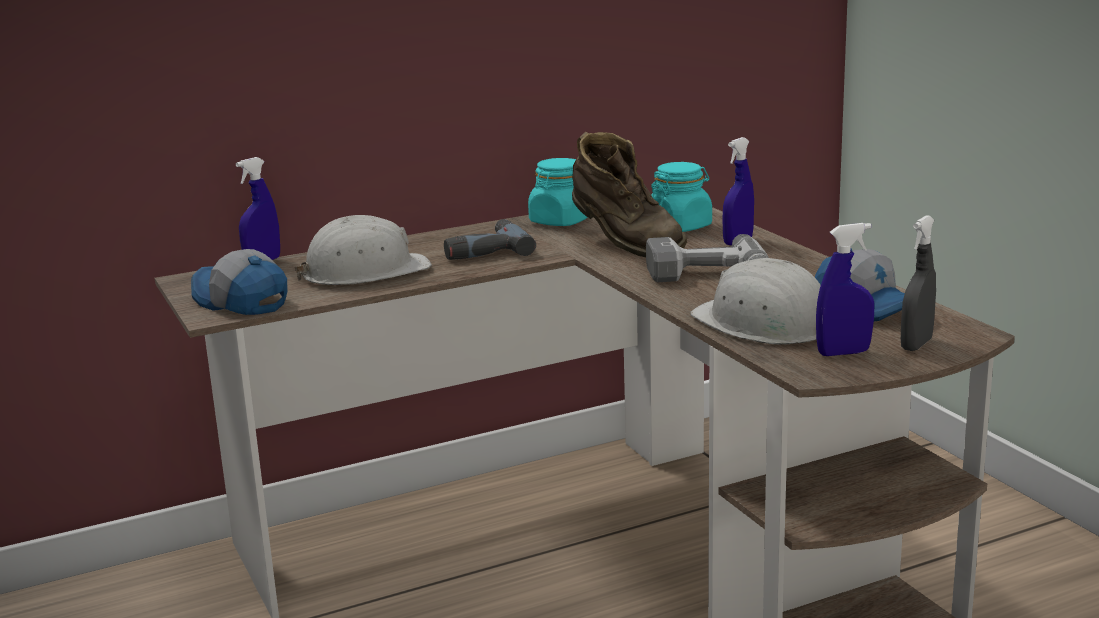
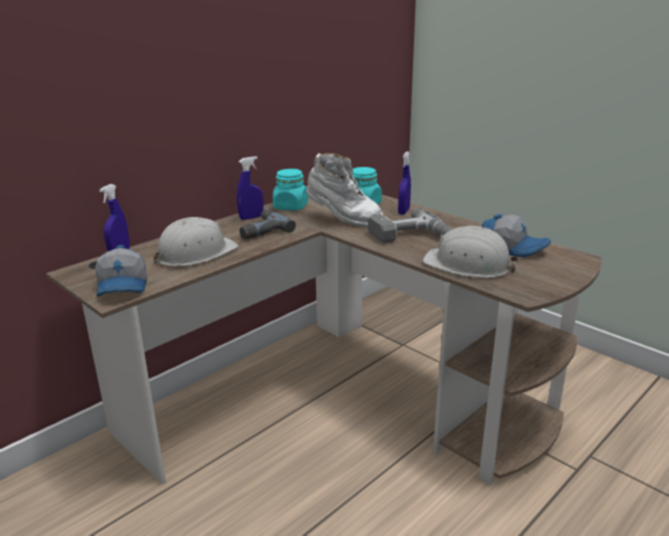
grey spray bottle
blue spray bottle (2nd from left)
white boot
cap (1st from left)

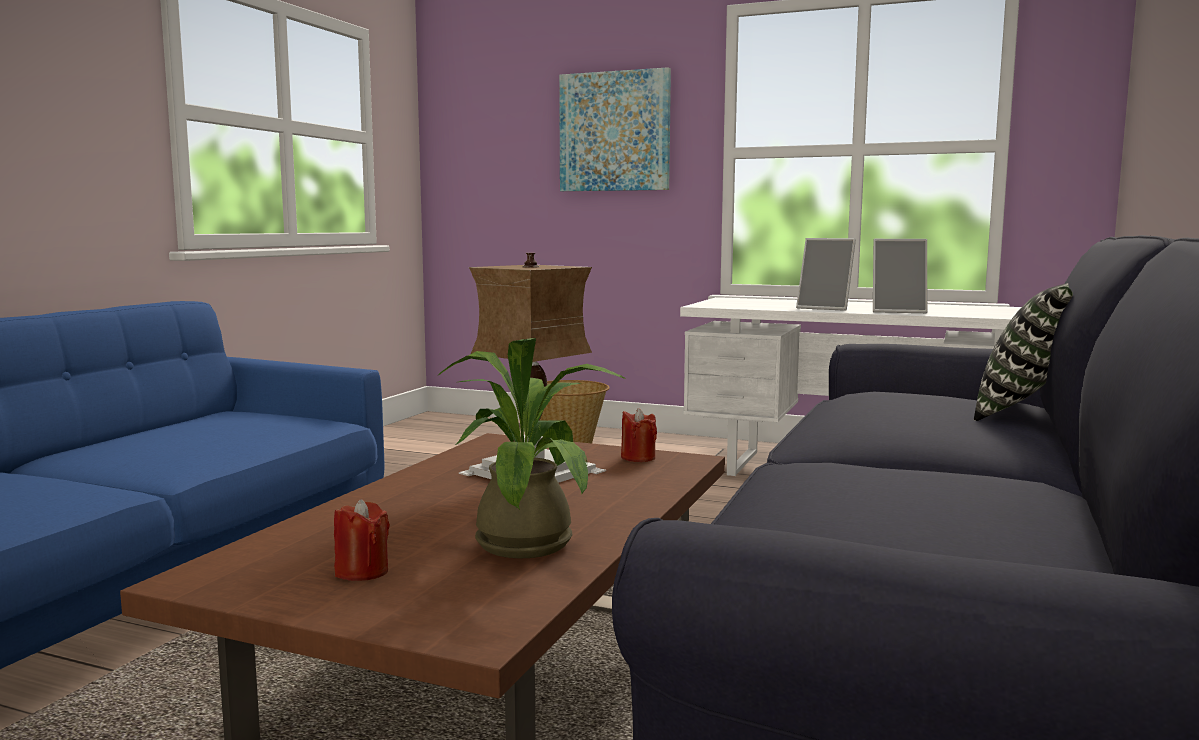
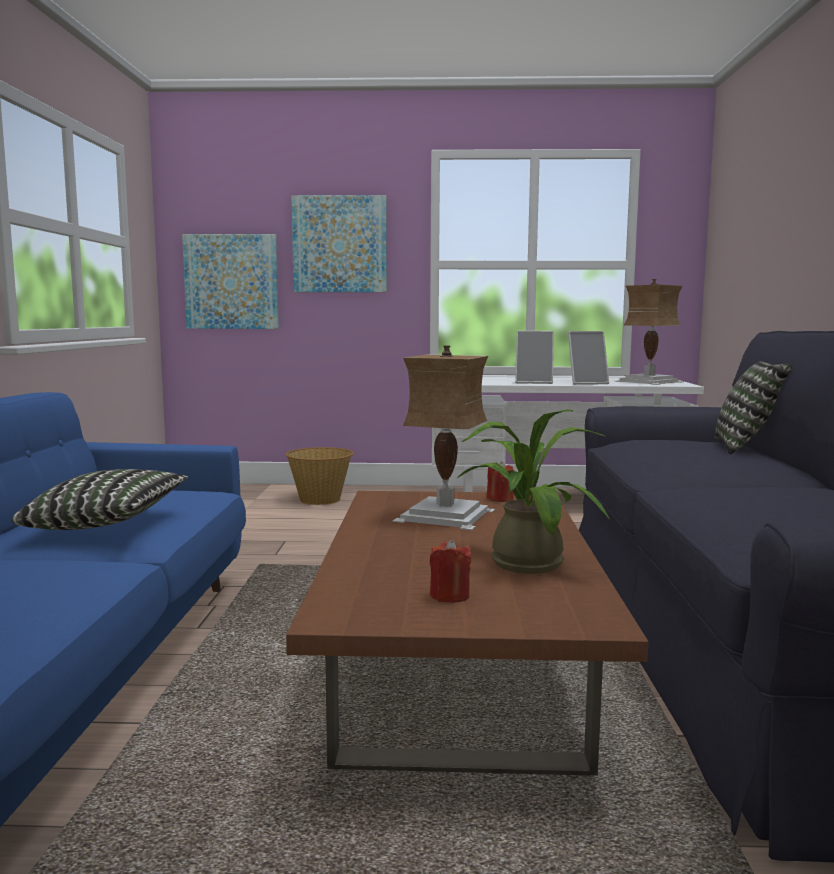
pillow (1st from left)
picture (1st from left)
table lamp (2nd from left)

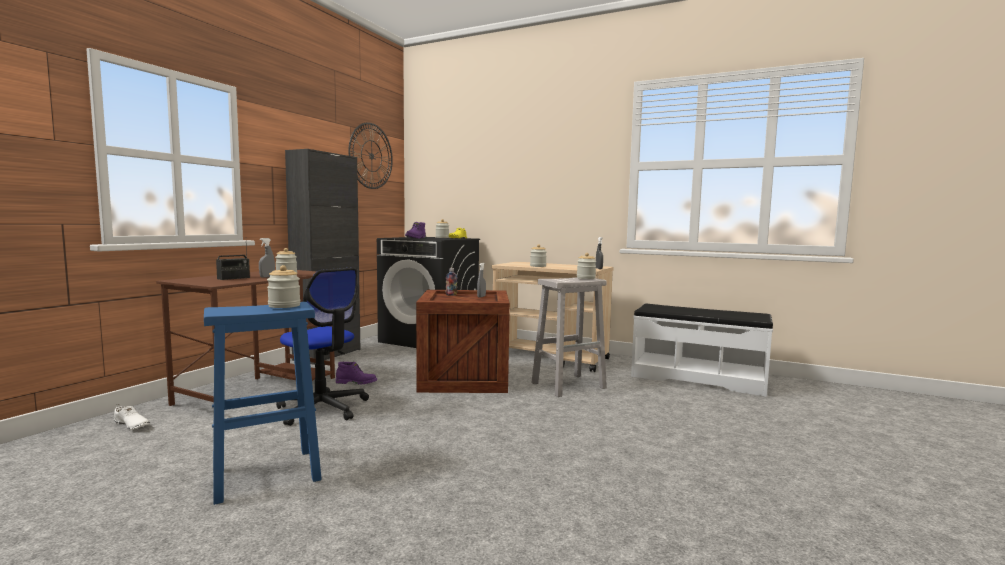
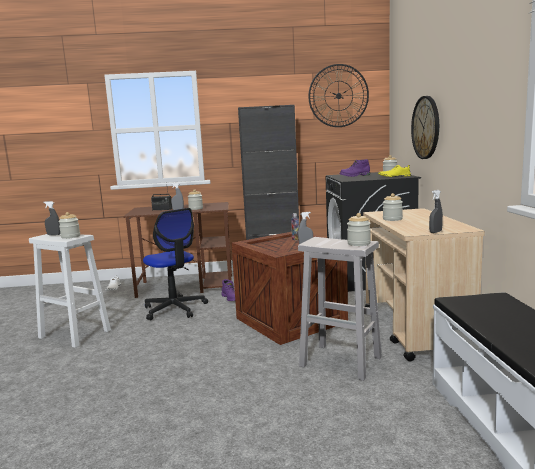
grey spray bottle (1st from left)
wall clock (2nd from left)
white stool (1st from left)
office chair

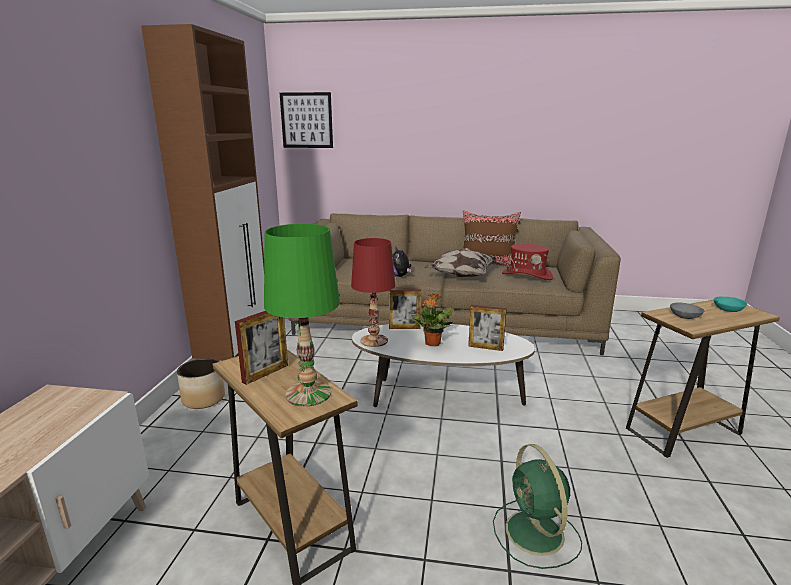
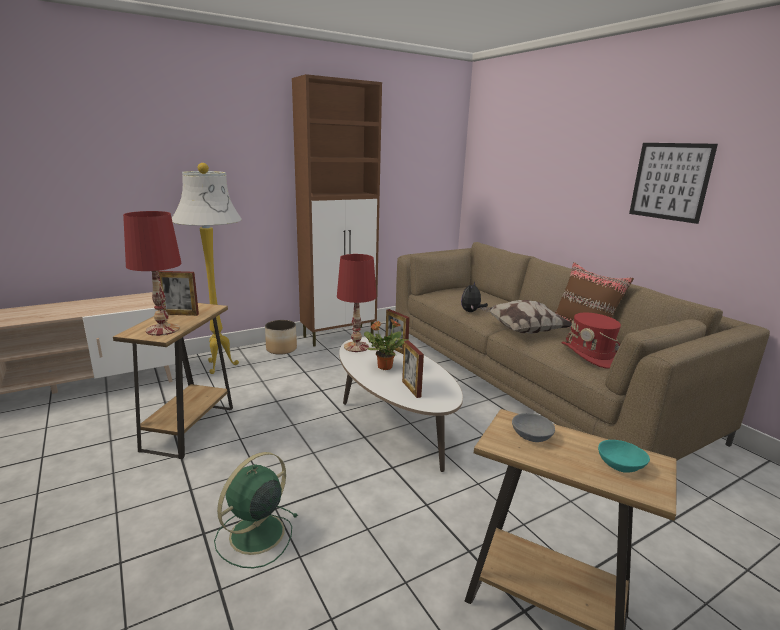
white floor lamp
picture
red table lamp (1st from left)

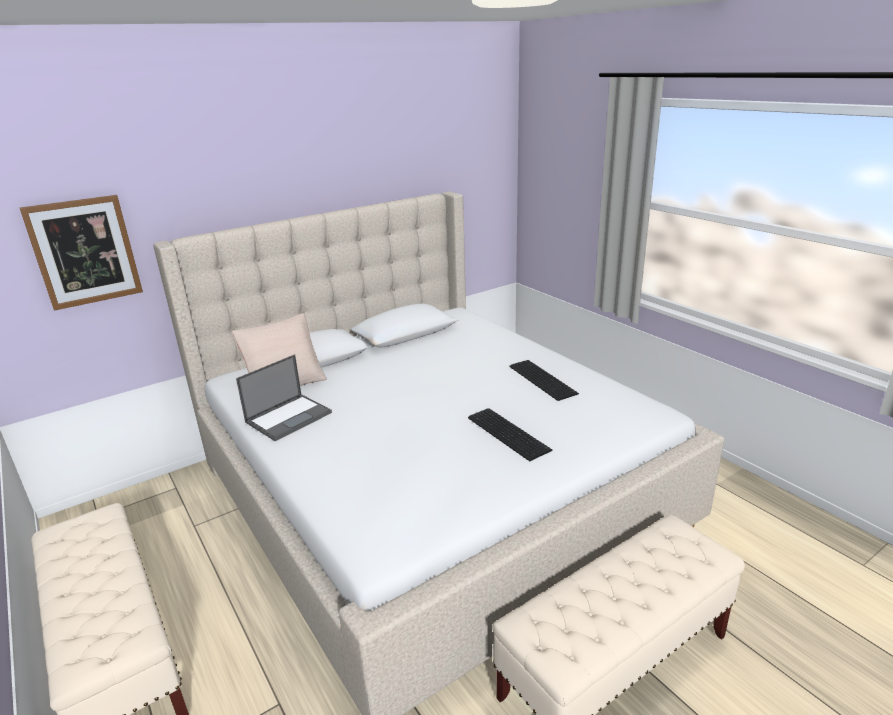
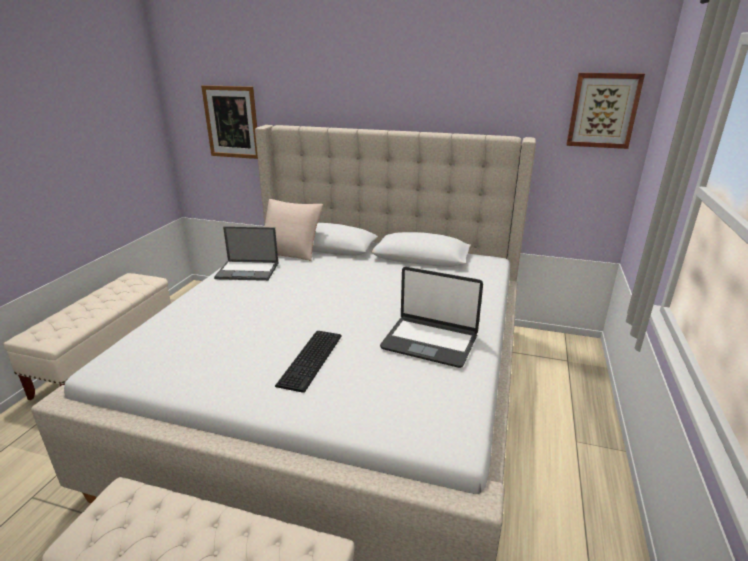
picture (2nd from left)
laptop (2nd from left)

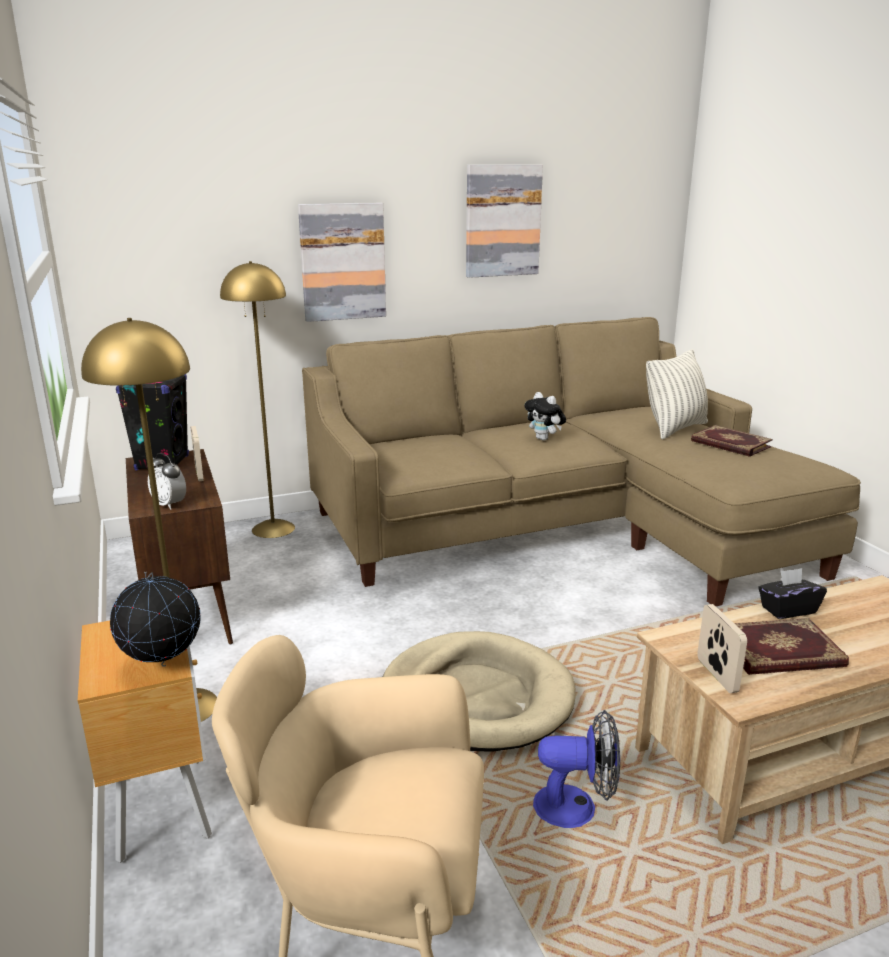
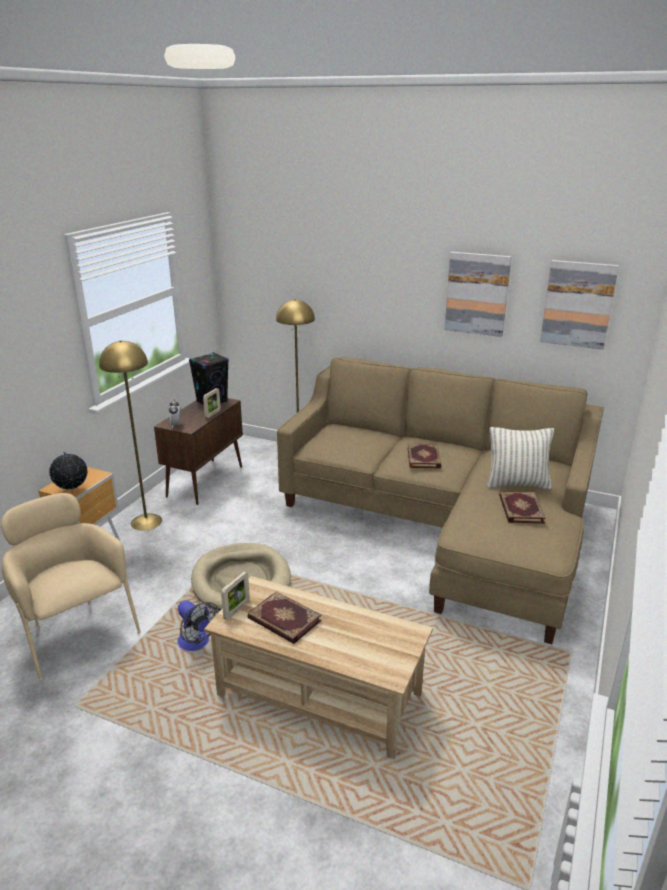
black tissue box
picture (2nd from left)
book (2nd from left)

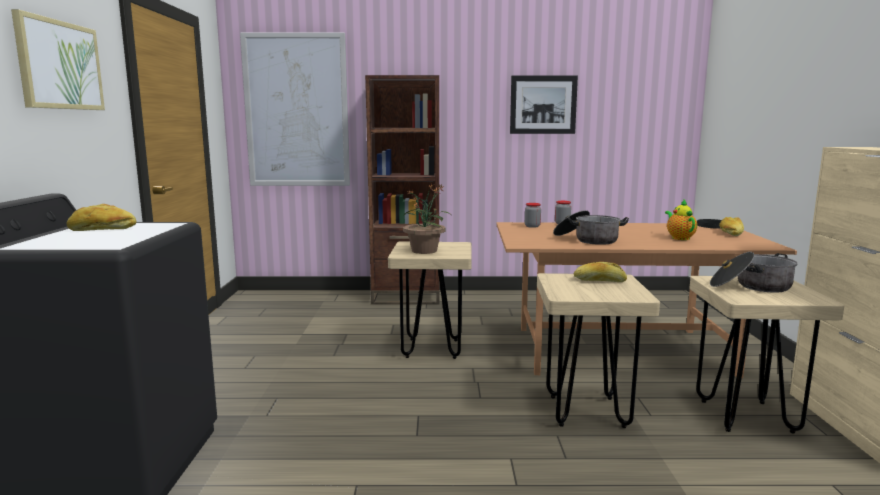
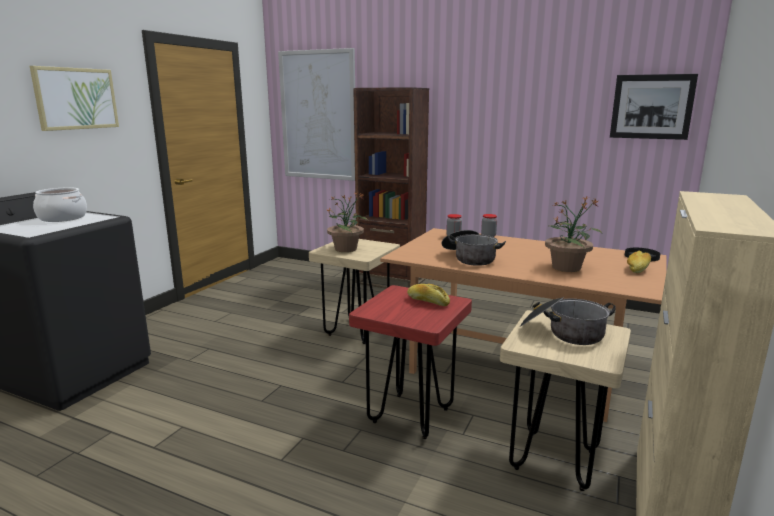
picture (3rd from left)
cooking pot (1st from left)
potted plant (2nd from left)
red stool

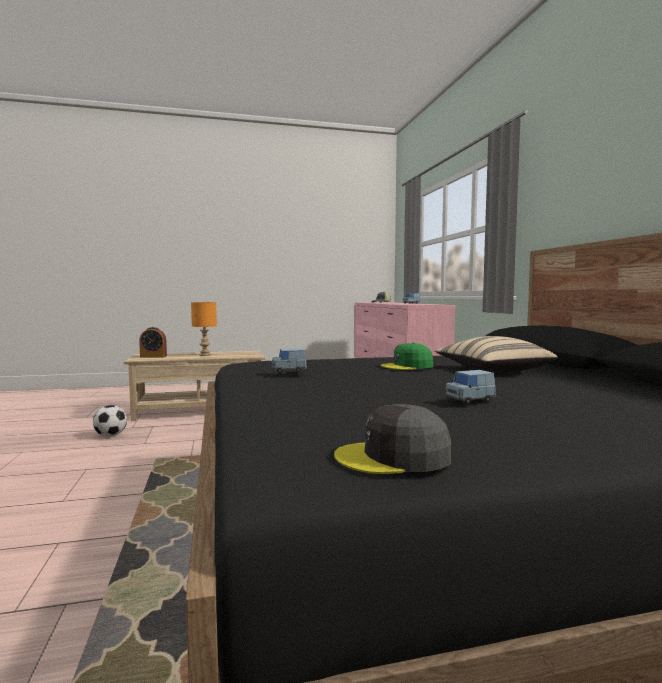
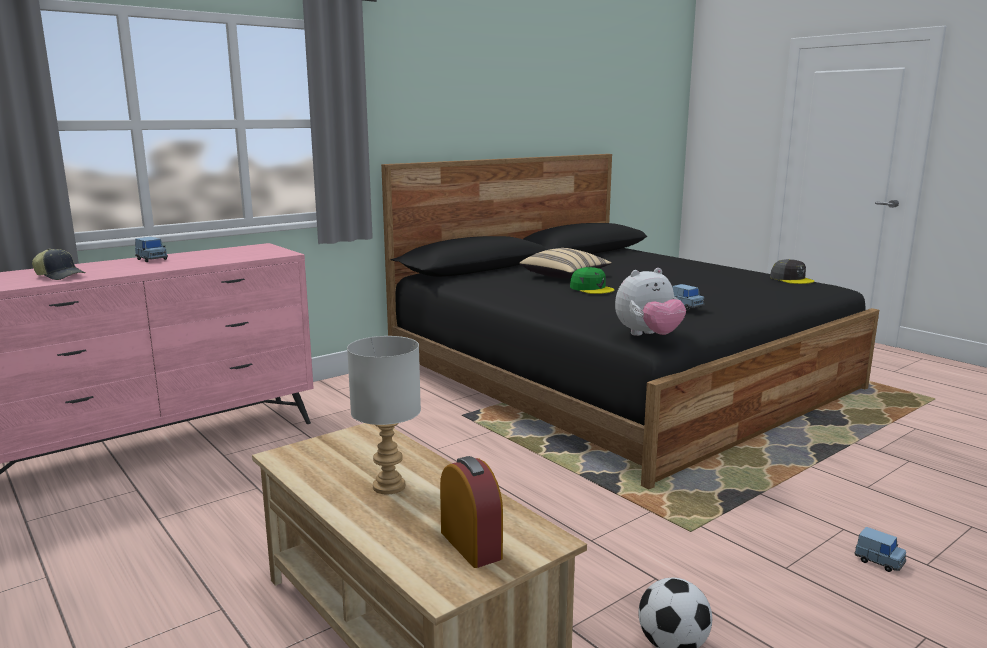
plush toy
blue toy car (3rd from left)
grey table lamp

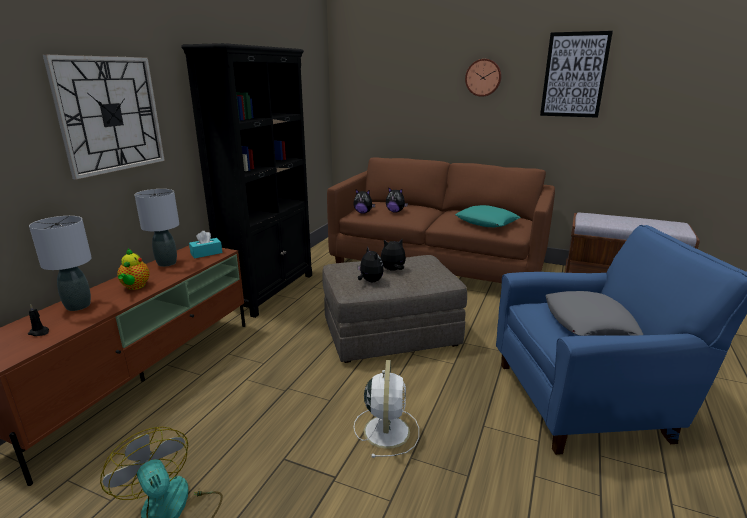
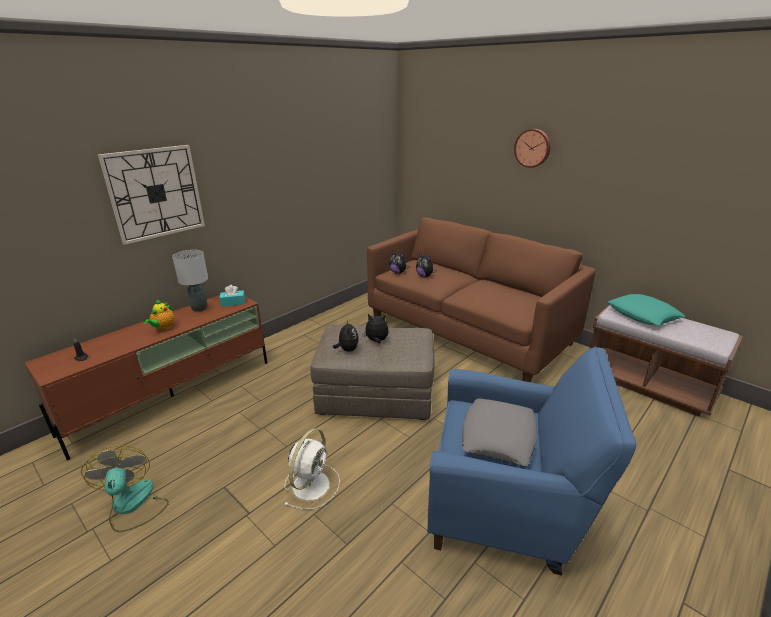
grey table lamp (1st from left in the first image)
black bookcase
picture
turquoise pillow

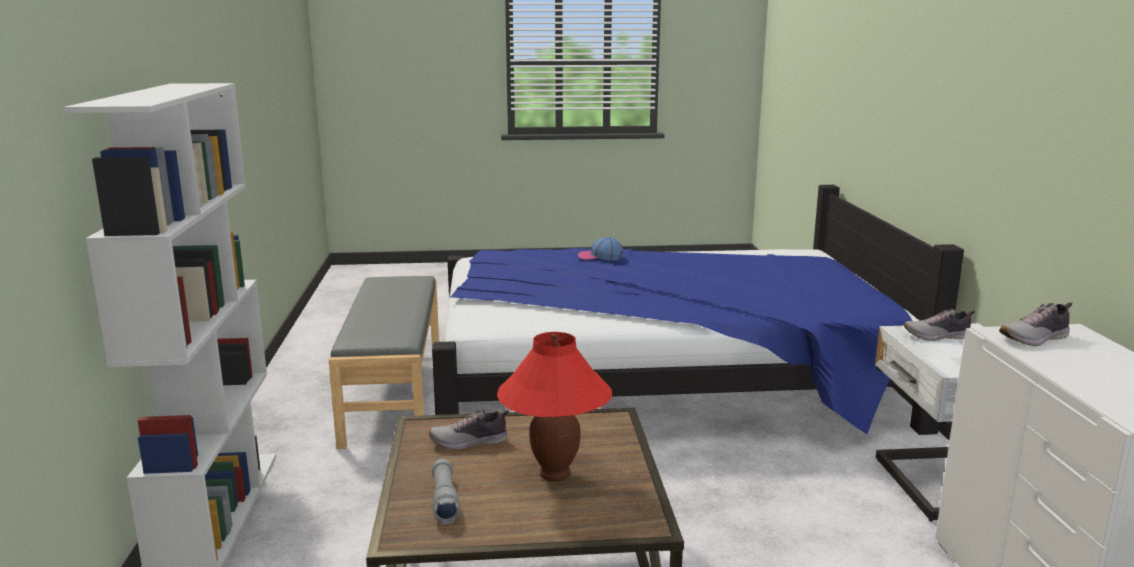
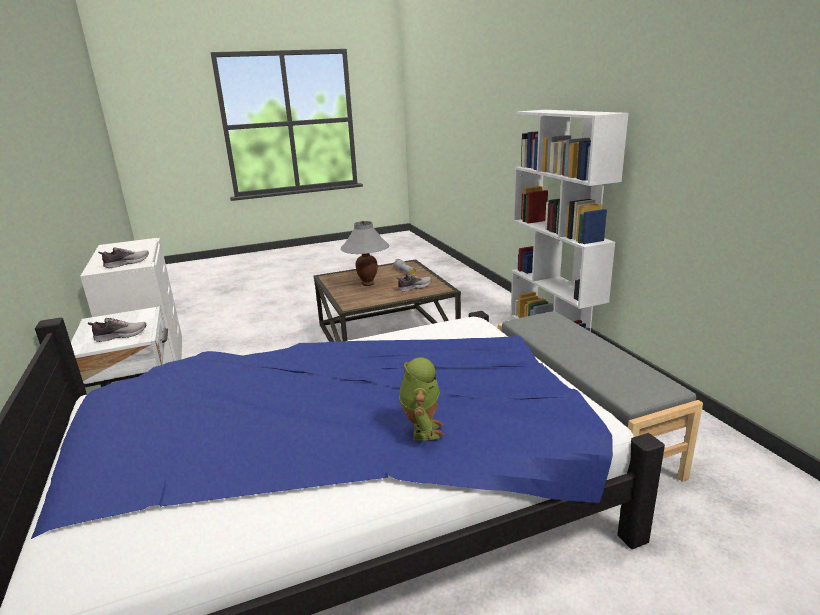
toy robot
grey table lamp

